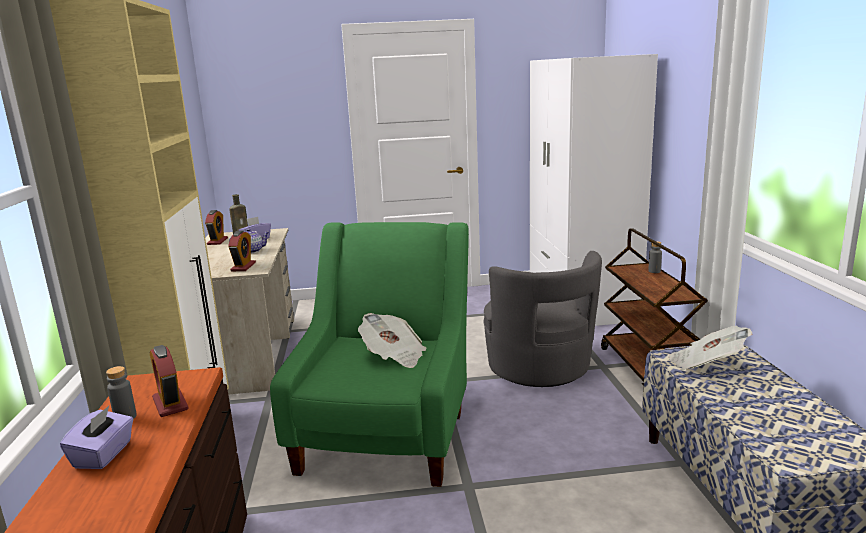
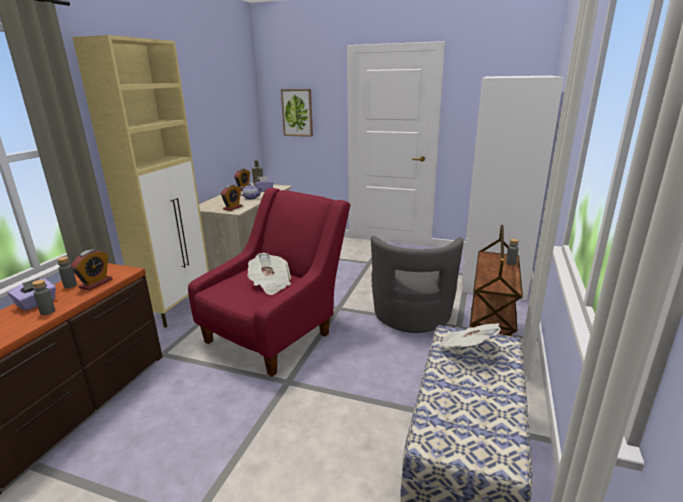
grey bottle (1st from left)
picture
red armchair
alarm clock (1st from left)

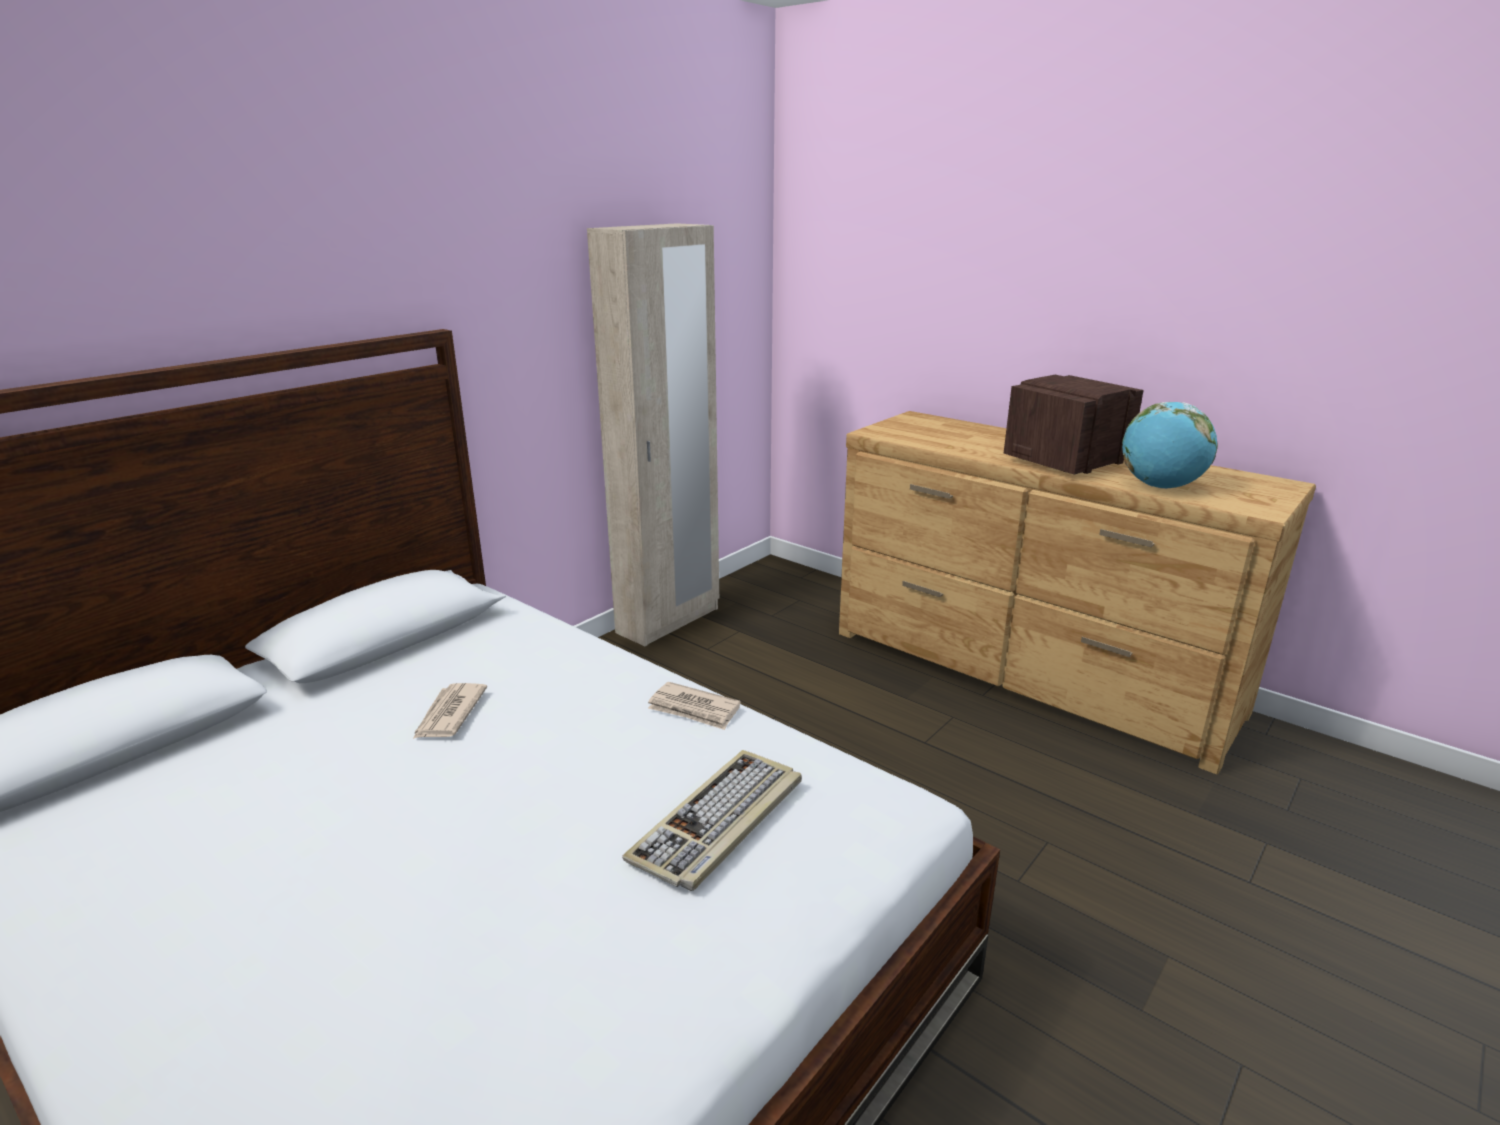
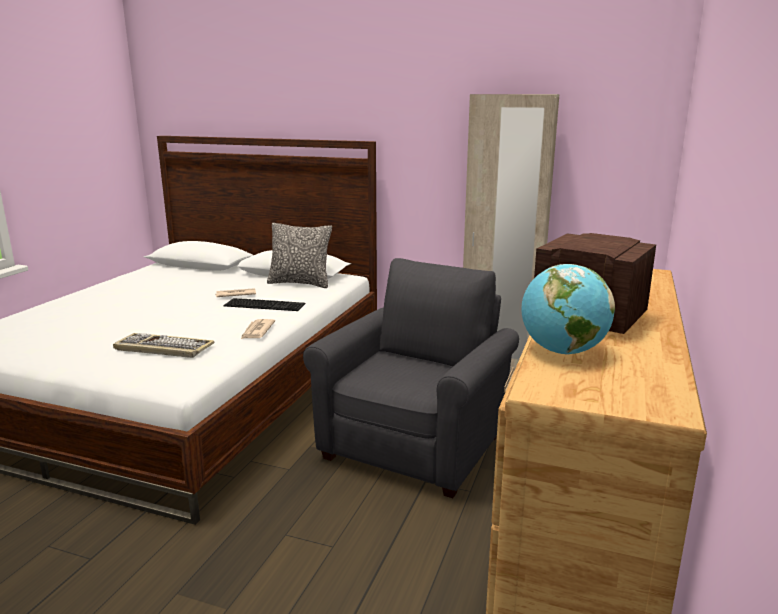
keyboard (2nd from left)
pillow
grey armchair

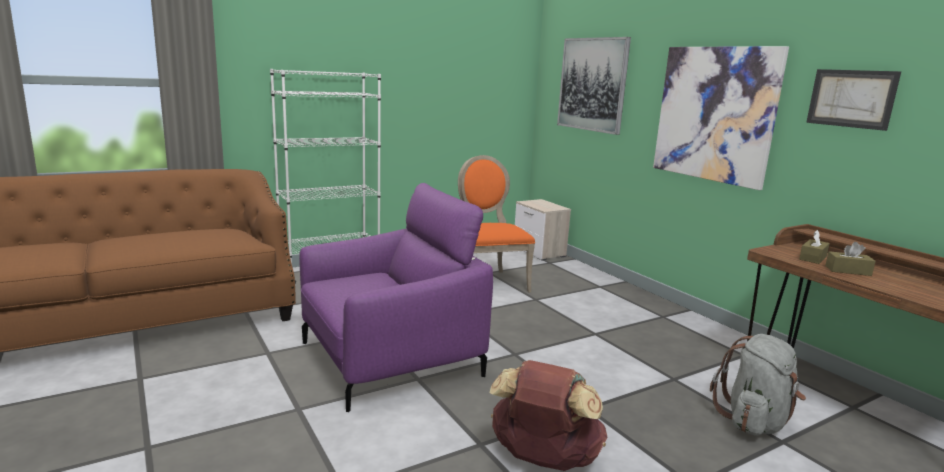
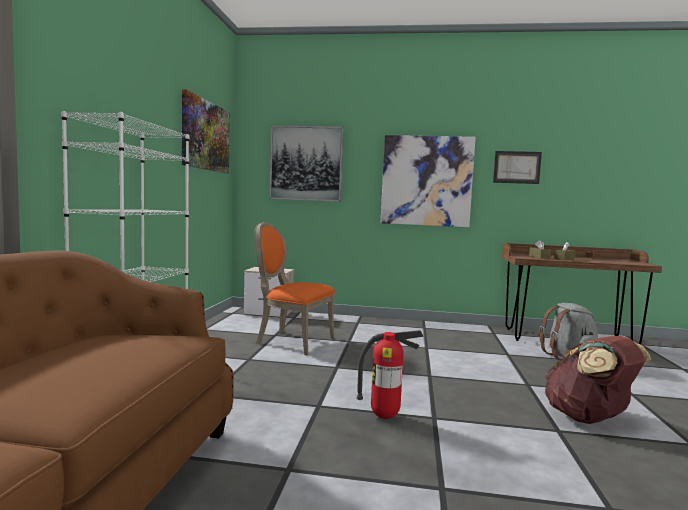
picture (1st from left)
fire extinguisher

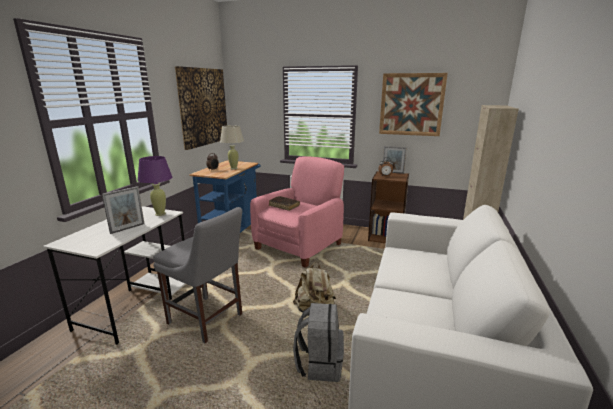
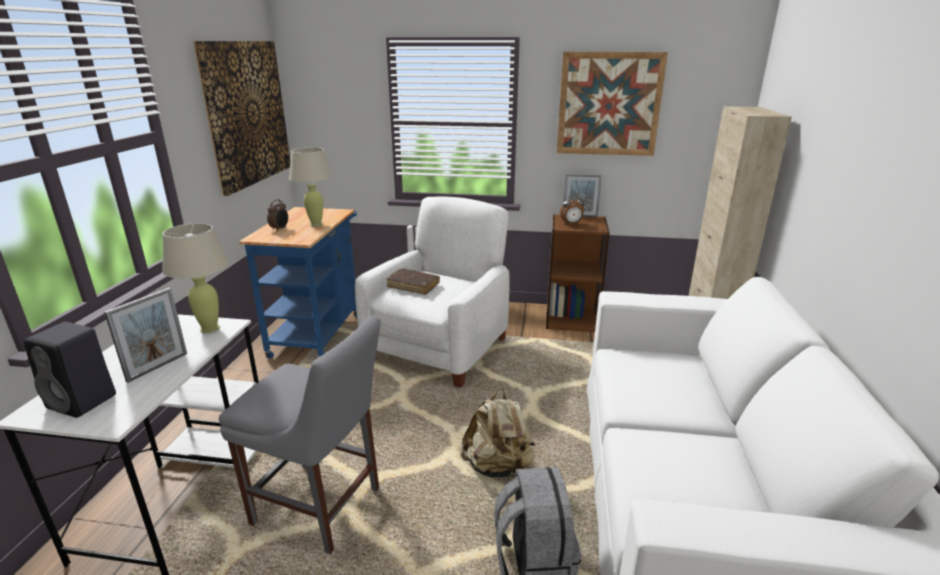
black speaker
beige table lamp (1st from left)
white armchair

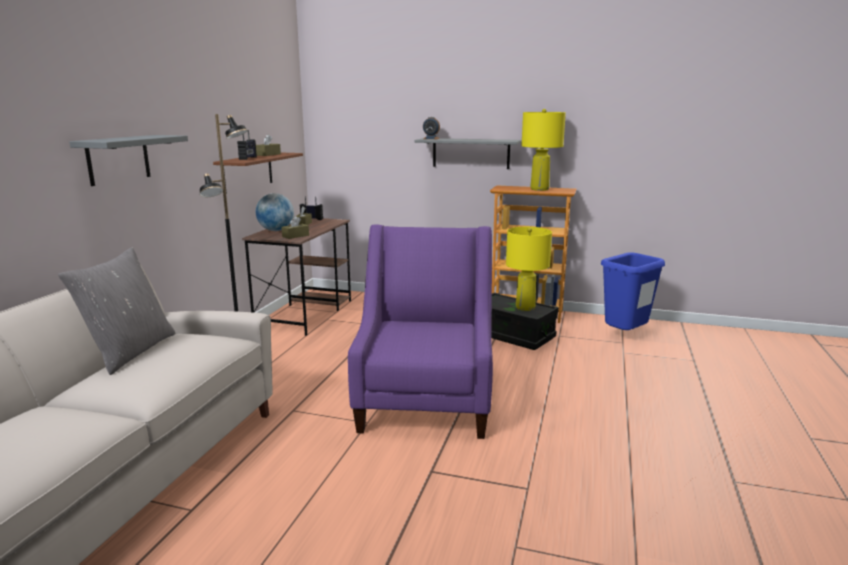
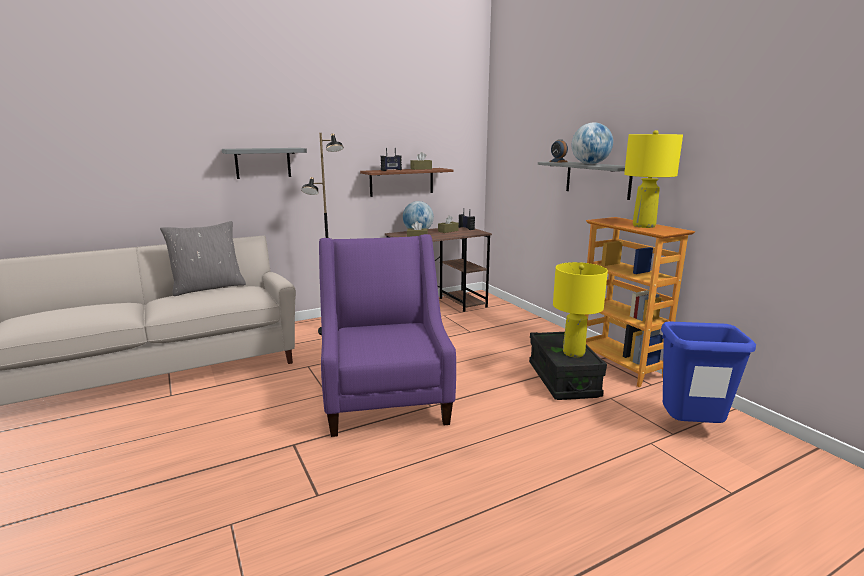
globe (2nd from left)
purple armchair

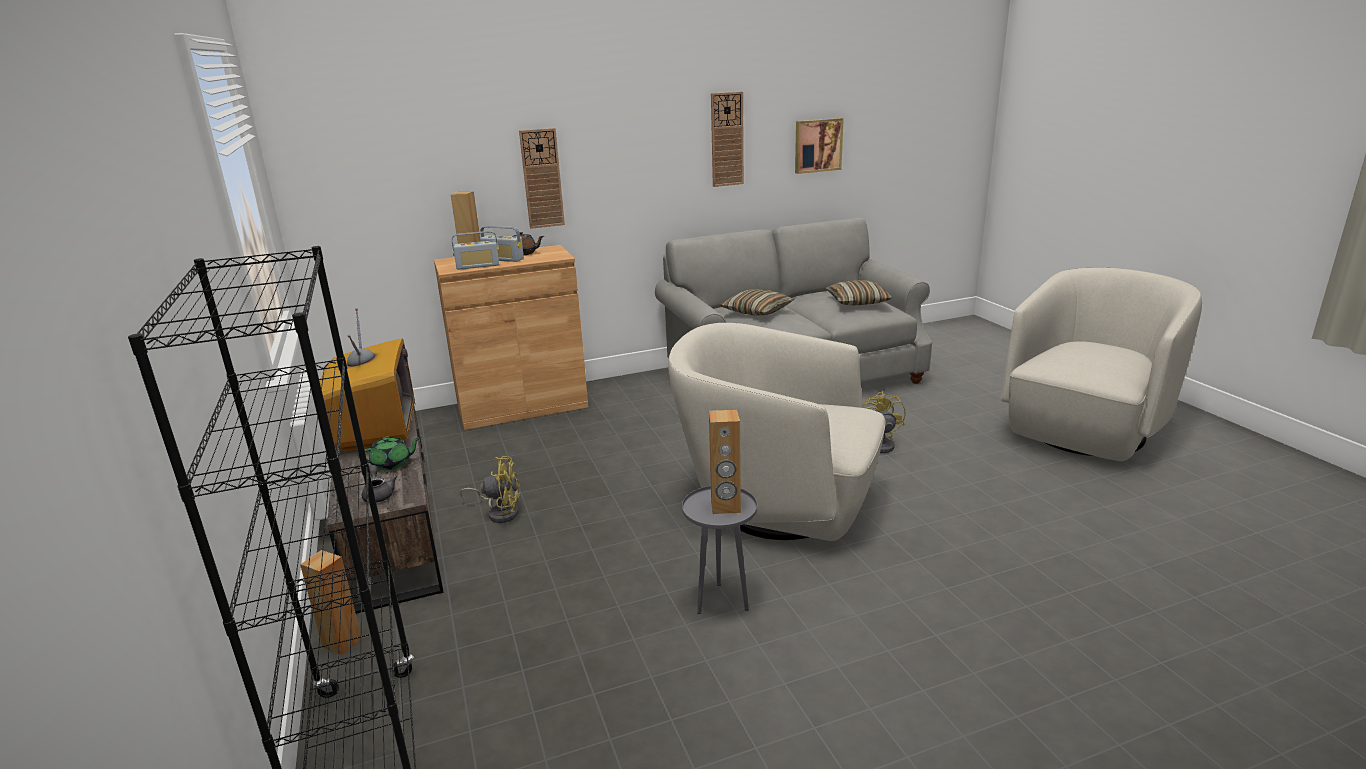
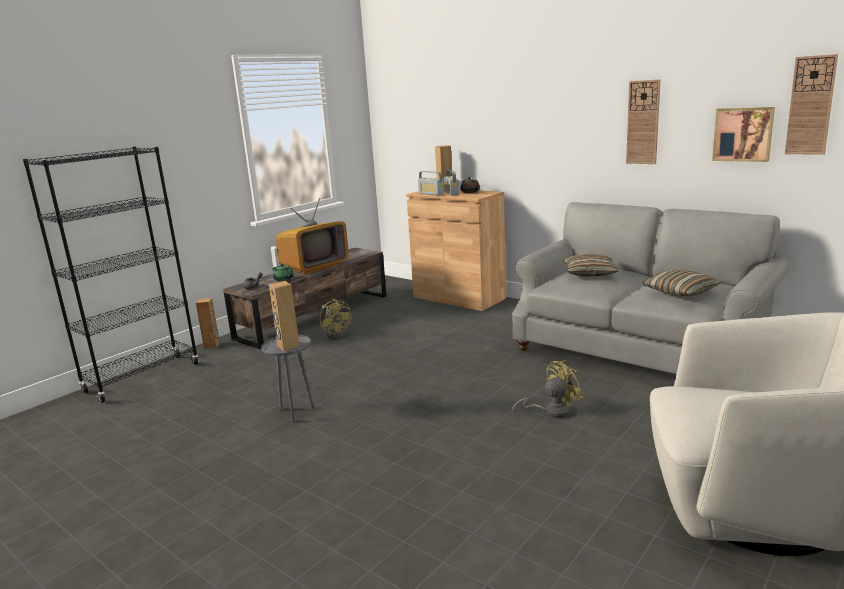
beige armchair (1st from left in the first image)
wall clock (2nd from left)

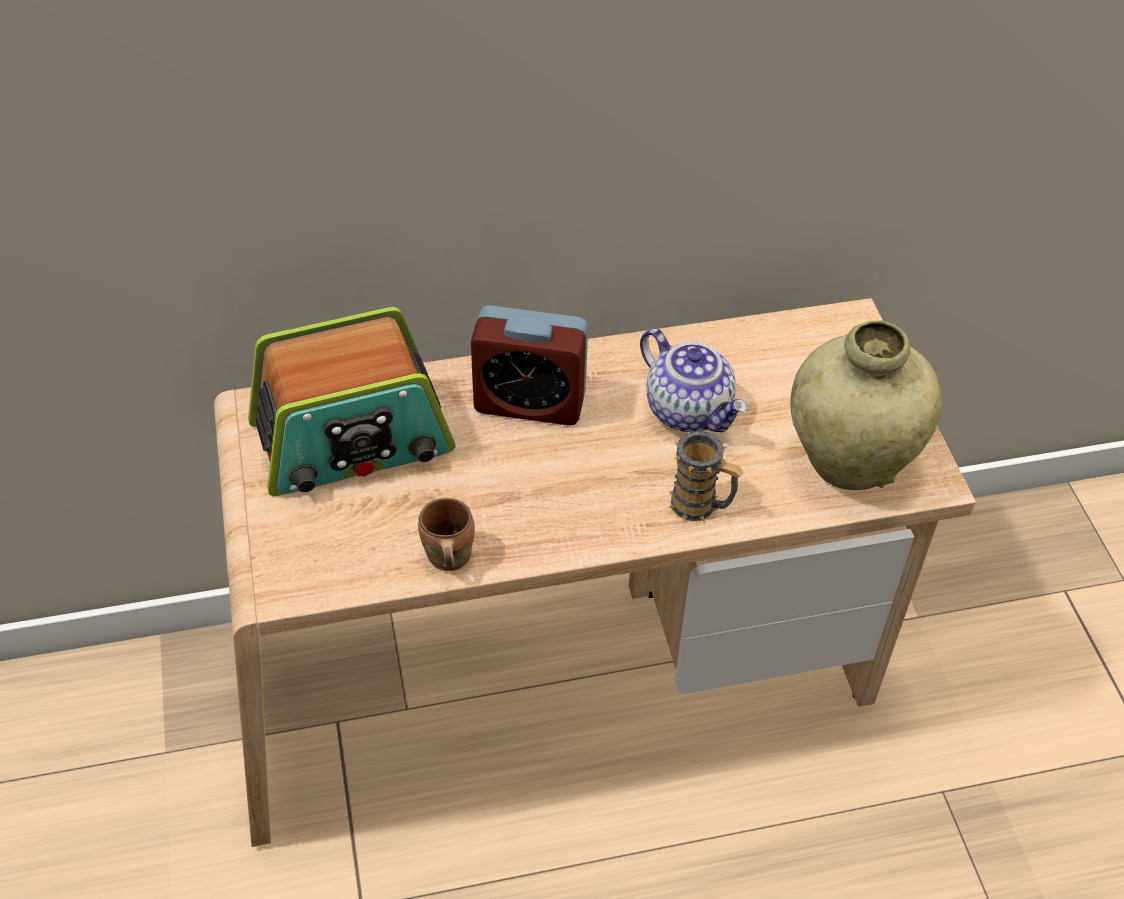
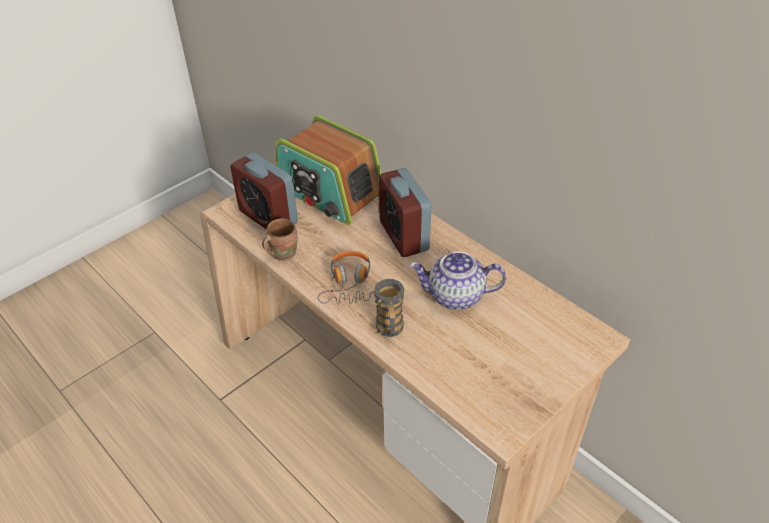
beige vase
alarm clock (1st from left)
headphones
teapot

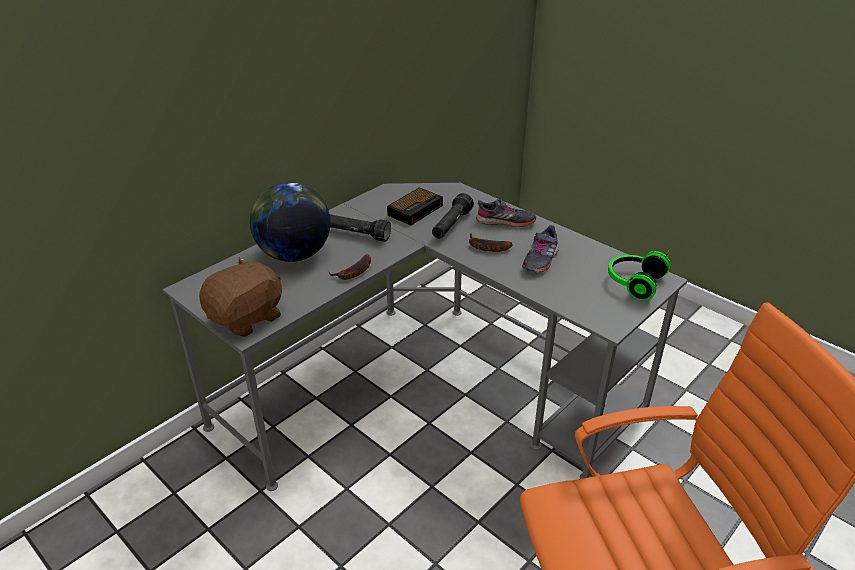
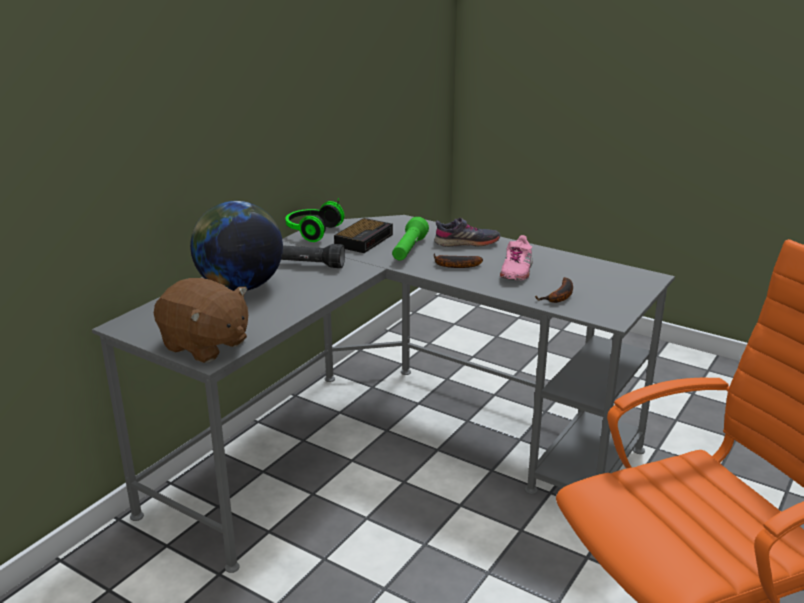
banana (2nd from left)
headphones
green flashlight
pink shoe
brown plush toy

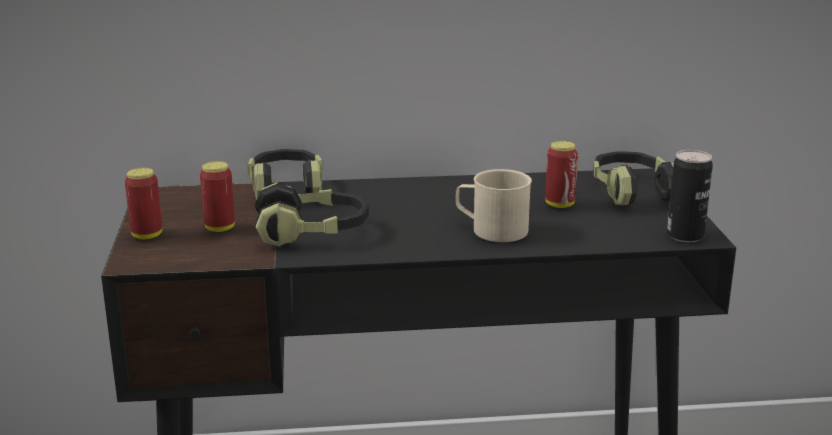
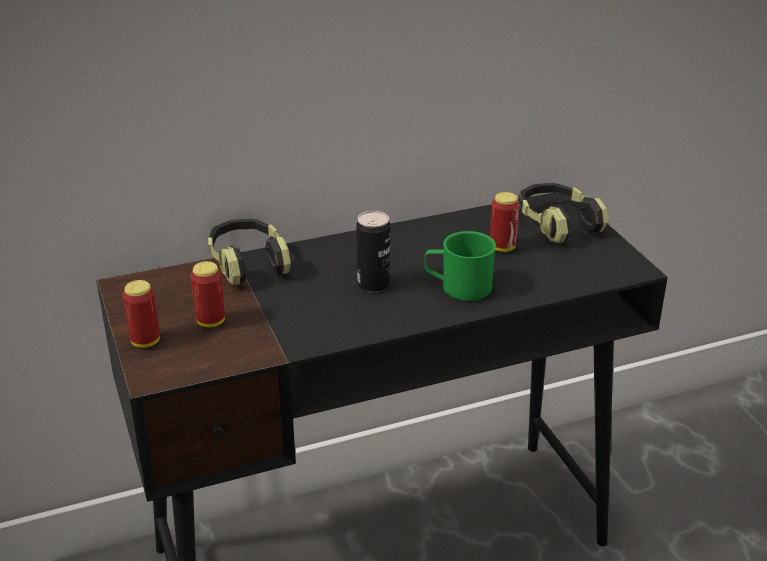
headphones (2nd from left in the first image)
can (3rd from left)
green mug

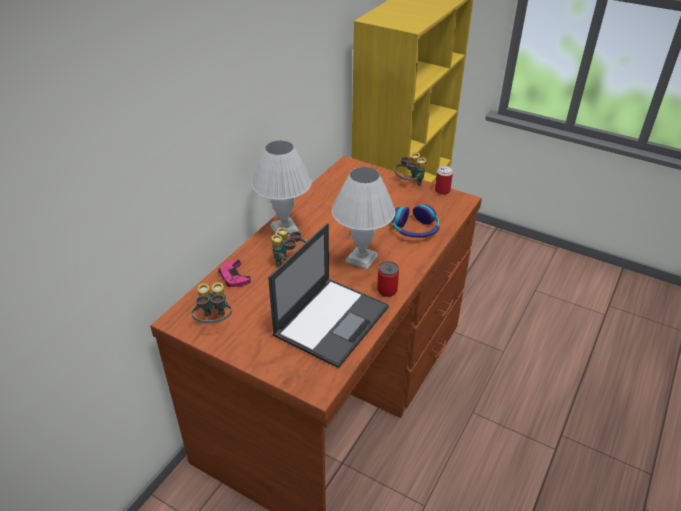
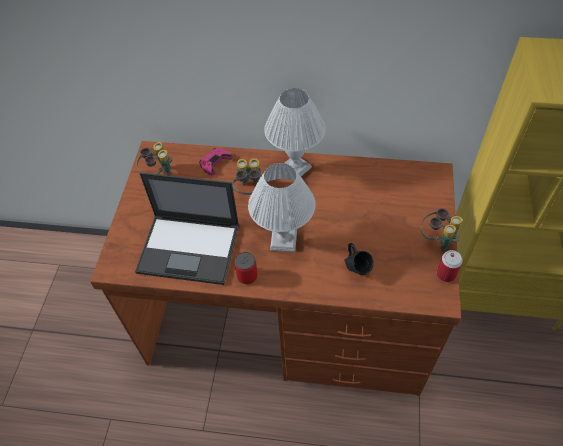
blue mug

